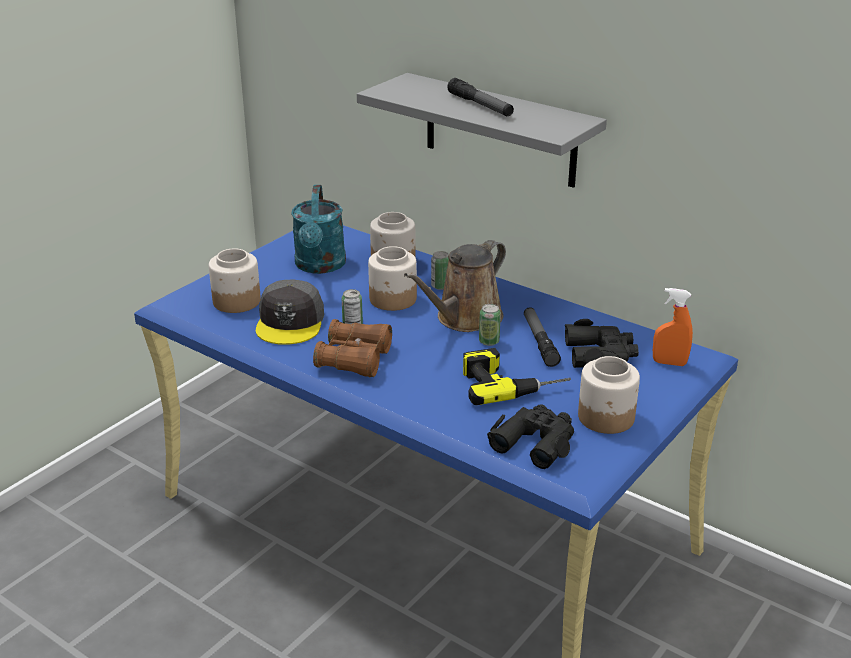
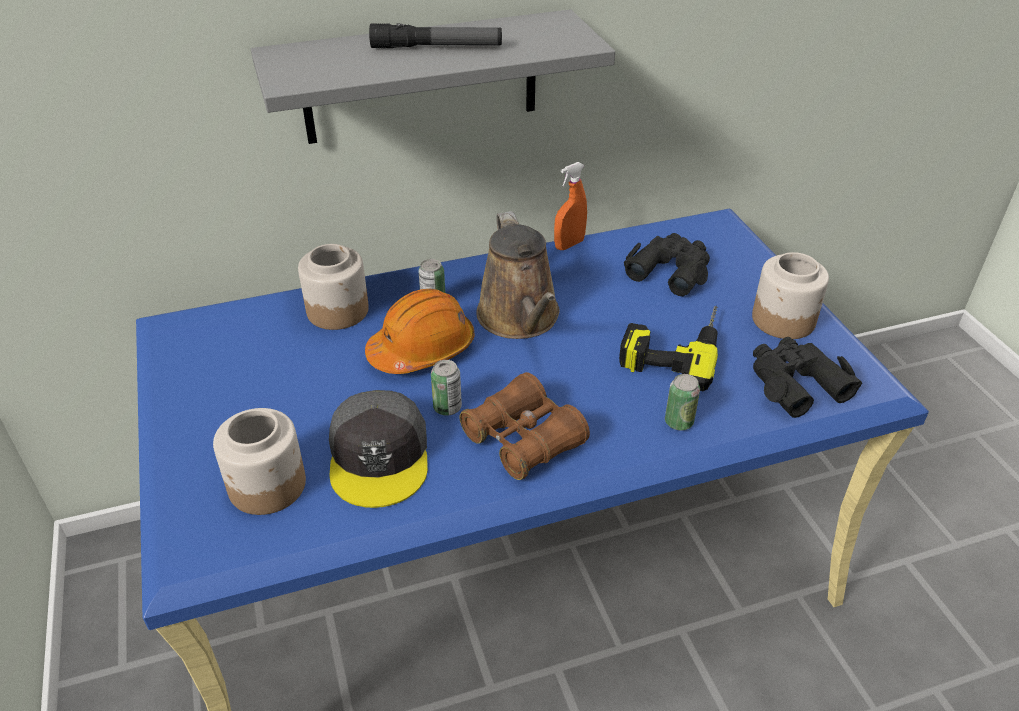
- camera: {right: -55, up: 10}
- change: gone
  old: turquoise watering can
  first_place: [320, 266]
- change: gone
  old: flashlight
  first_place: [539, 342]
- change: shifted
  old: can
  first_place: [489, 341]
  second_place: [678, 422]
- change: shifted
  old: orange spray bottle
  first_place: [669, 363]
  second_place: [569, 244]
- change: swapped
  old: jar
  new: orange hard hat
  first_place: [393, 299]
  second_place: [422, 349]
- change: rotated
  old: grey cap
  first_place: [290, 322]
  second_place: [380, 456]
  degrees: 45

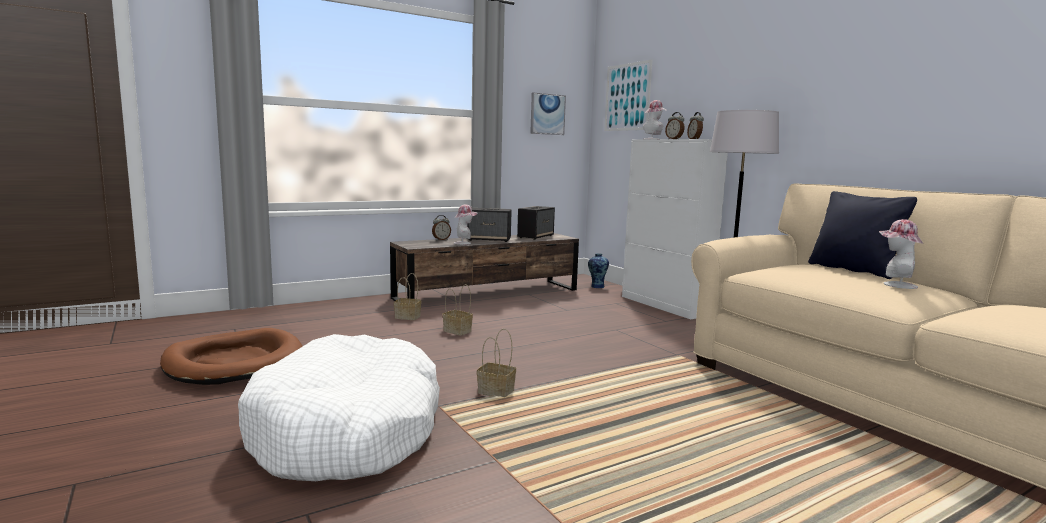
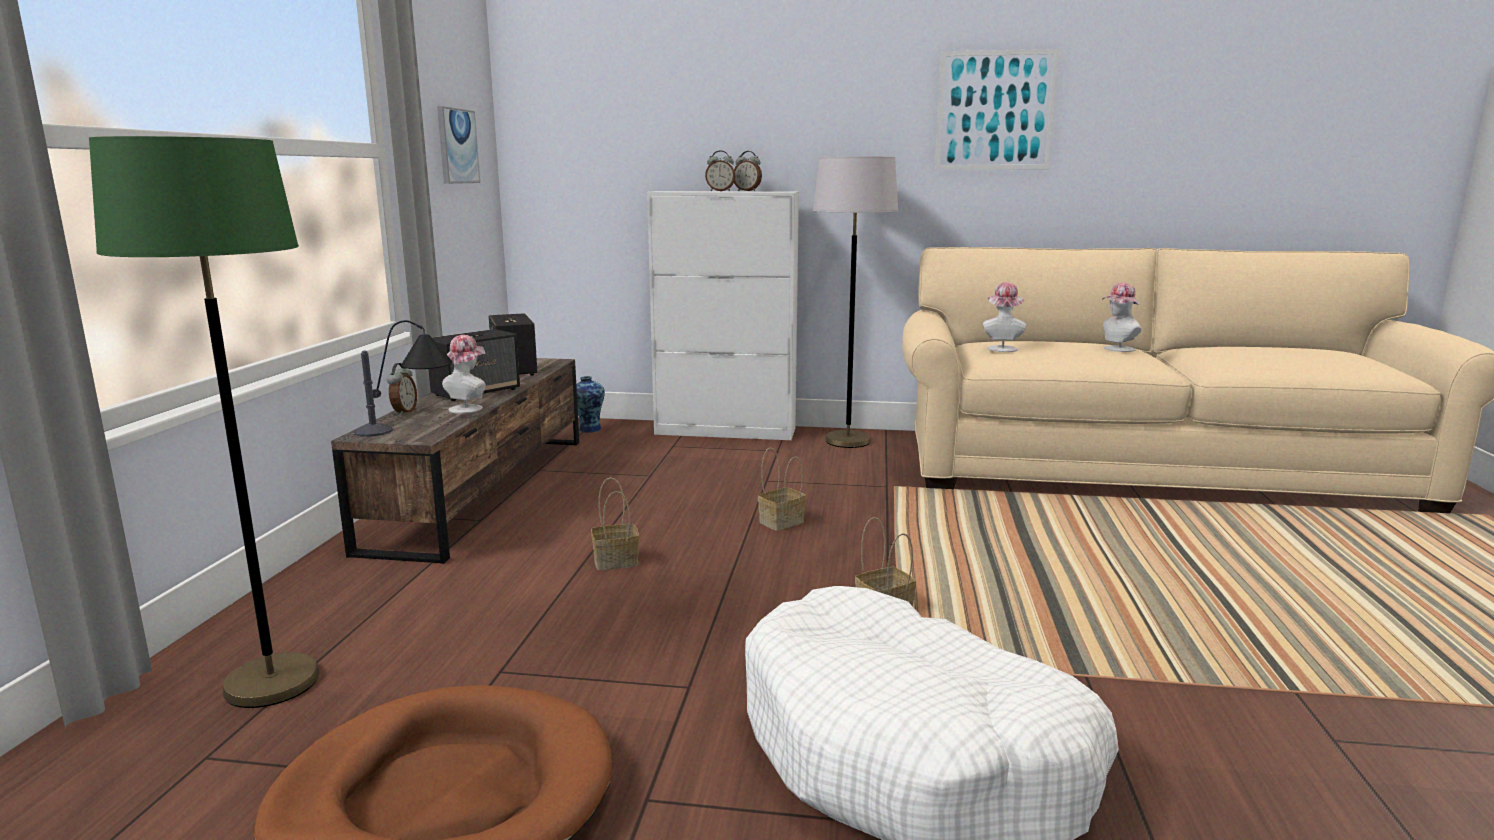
- camera: {right: -50, up: 5}
- change: gone
  old: black pillow
  first_place: [853, 270]
- change: new
  new: green floor lamp
  second_place: [272, 683]
- change: new
  new: table lamp
  second_place: [411, 425]
- change: shifted
  old: basket
  first_place: [408, 317]
  second_place: [782, 521]
- change: shifted
  old: picture
  first_place: [627, 97]
  second_place: [995, 110]
- change: shifted
  old: hat
  first_place: [653, 139]
  second_place: [1001, 348]

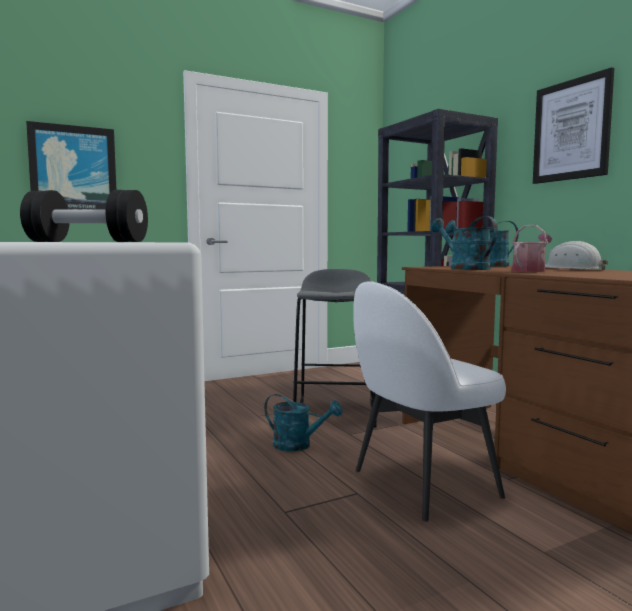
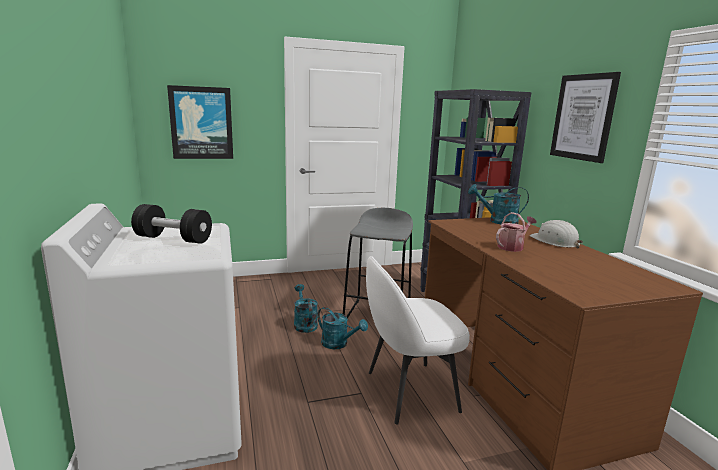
- camera: {right: 10, up: 10}
- change: shifted
  old: turquoise watering can
  first_place: [463, 268]
  second_place: [304, 324]

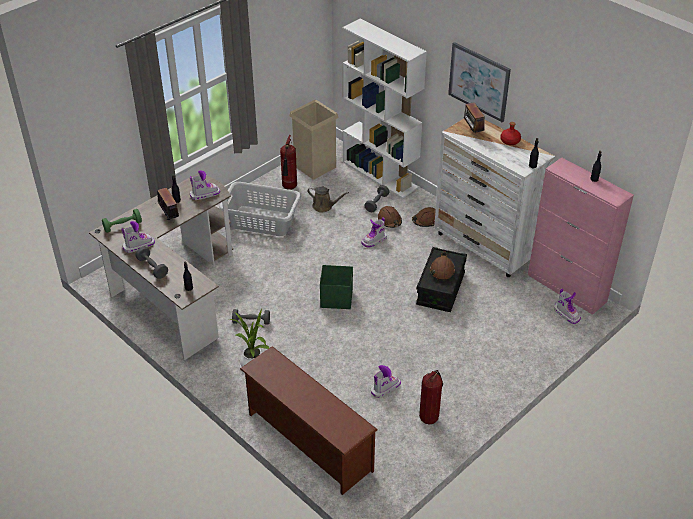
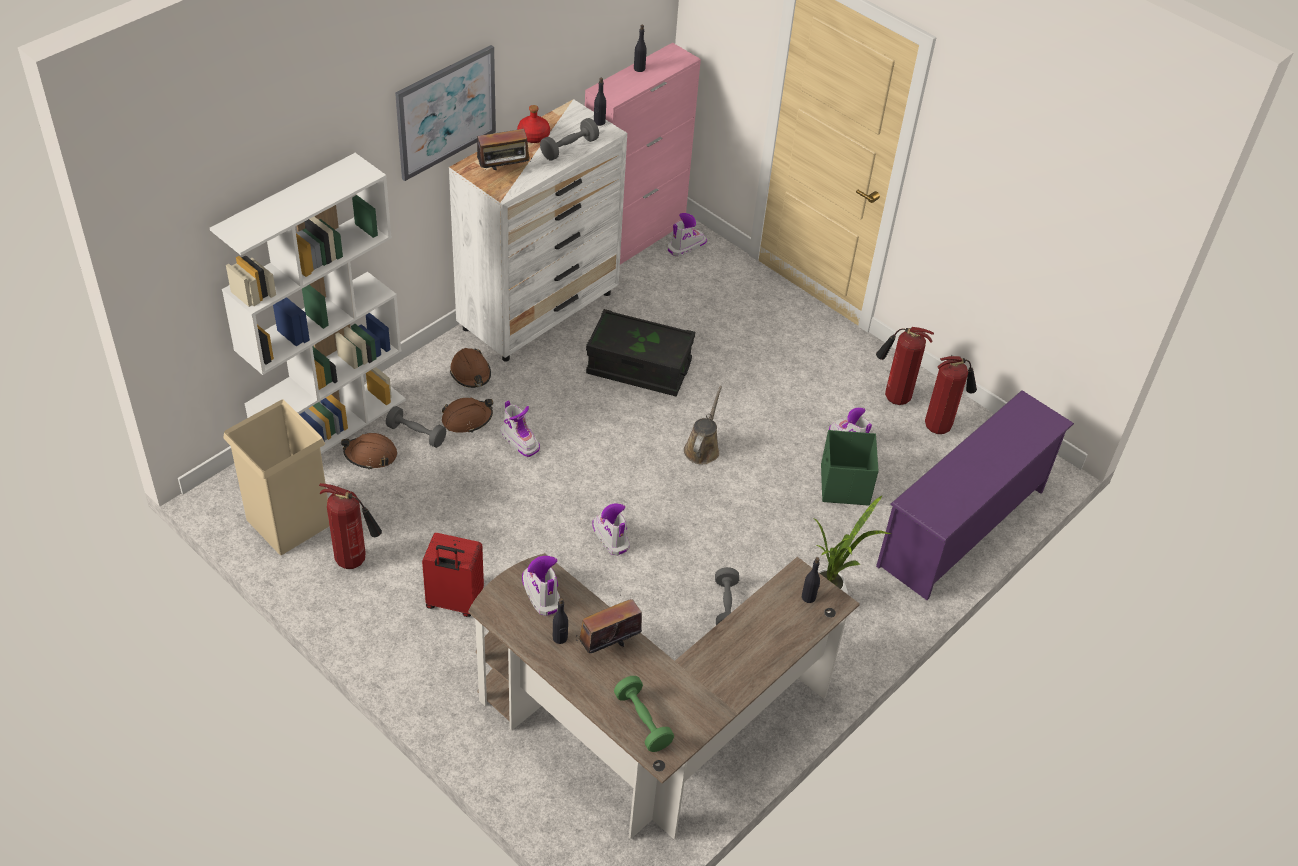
- camera: {right: -95, up: 5}
- change: new
  new: fire extinguisher
  second_place: [940, 426]
- change: shifted
  old: boot
  first_place: [138, 245]
  second_place: [610, 537]
- change: shifted
  old: grey dumbbell
  first_place: [152, 268]
  second_place: [569, 148]
- change: shifted
  old: brown watering can
  first_place: [324, 206]
  second_place: [702, 448]
- change: shifted
  old: green storage box
  first_place: [336, 298]
  second_place: [844, 486]
- change: shifted
  old: brown hard hat
  first_place: [442, 270]
  second_place: [370, 455]
- change: swapped
  old: grey laundry basket
  new: red suitcase
  first_place: [261, 221]
  second_place: [453, 602]
- change: repainted
  old: brown shoe rack
  new: purple shoe rack
  first_place: [307, 442]
  second_place: [963, 529]

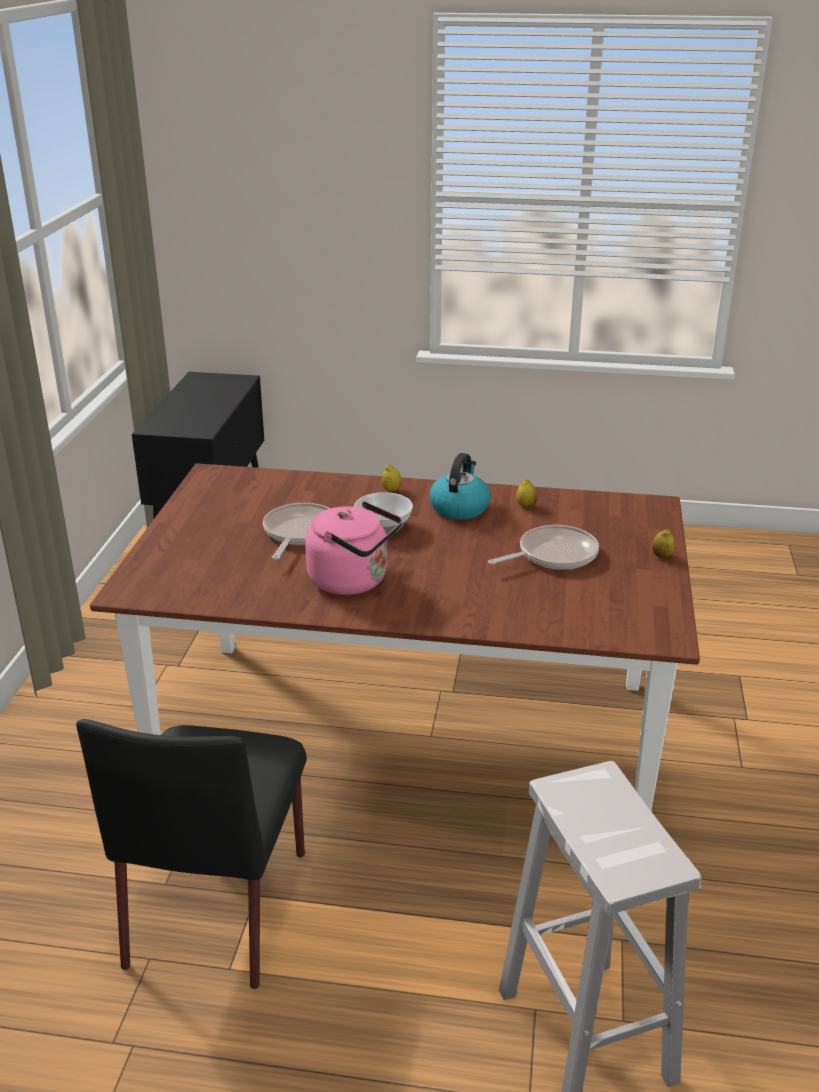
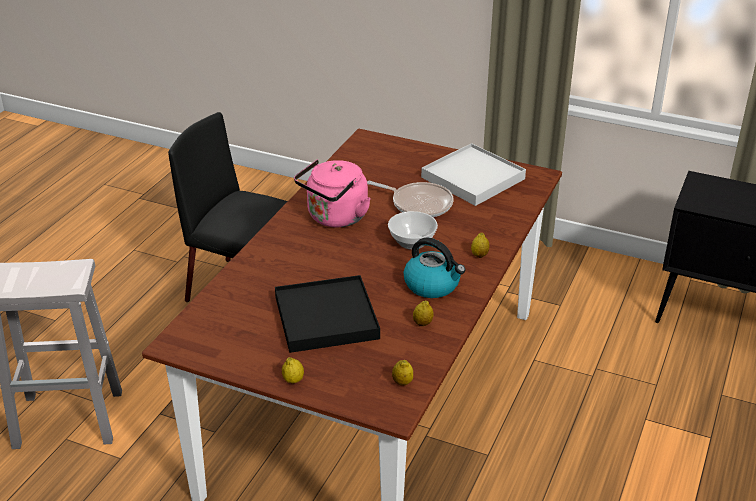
- camera: {right: 105, up: 5}
- change: new
  new: lemon
  second_place: [402, 382]
- change: new
  new: white tray
  second_place: [473, 178]
- change: swapped
  old: frying pan
  new: black tray
  first_place: [553, 555]
  second_place: [326, 317]

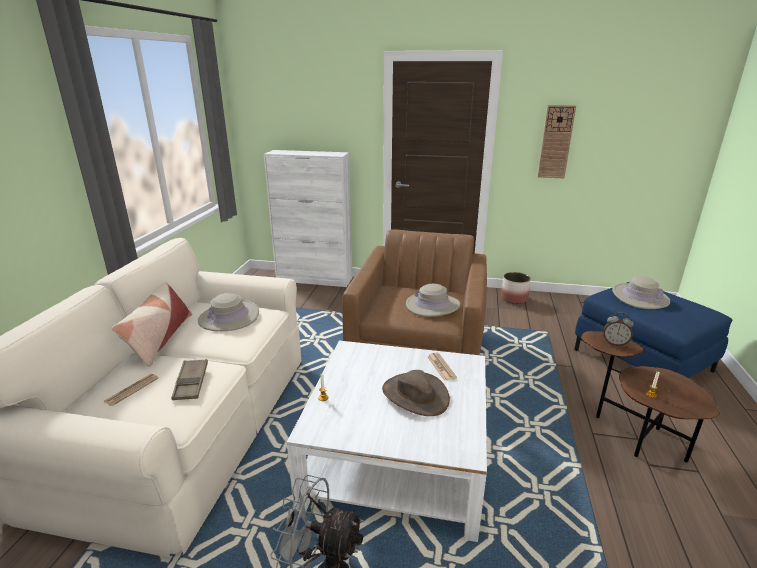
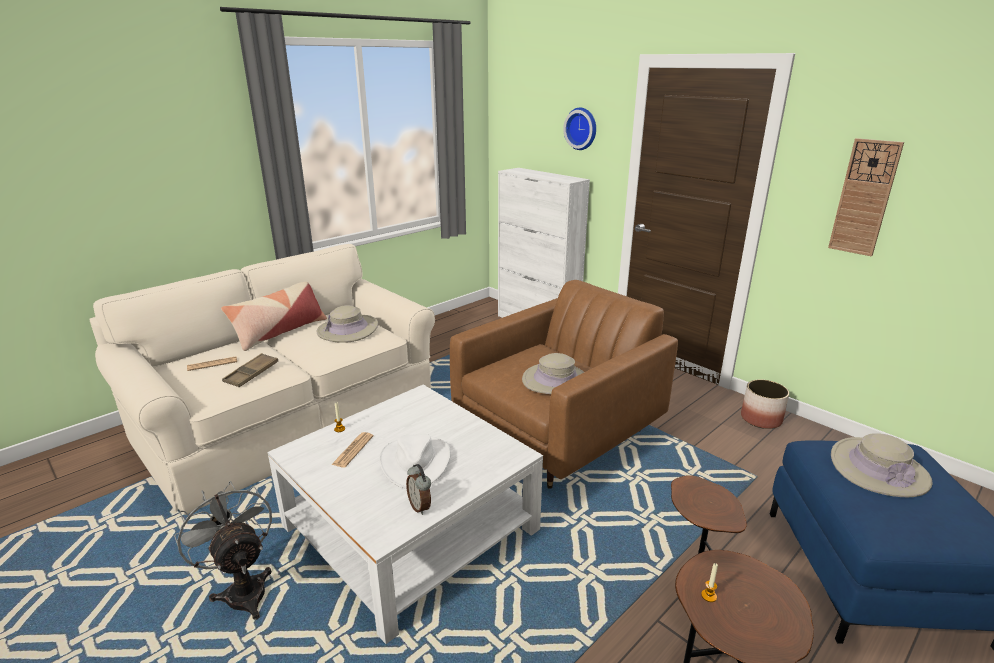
- camera: {right: 35, up: 0}
- change: new
  new: wall clock
  second_place: [582, 128]
- change: shifted
  old: newspaper
  first_place: [441, 367]
  second_place: [353, 450]
- change: shifted
  old: alarm clock
  first_place: [615, 343]
  second_place: [420, 506]
- change: repainted
  old: brown hat
  new: white hat
  first_place: [415, 395]
  second_place: [415, 462]

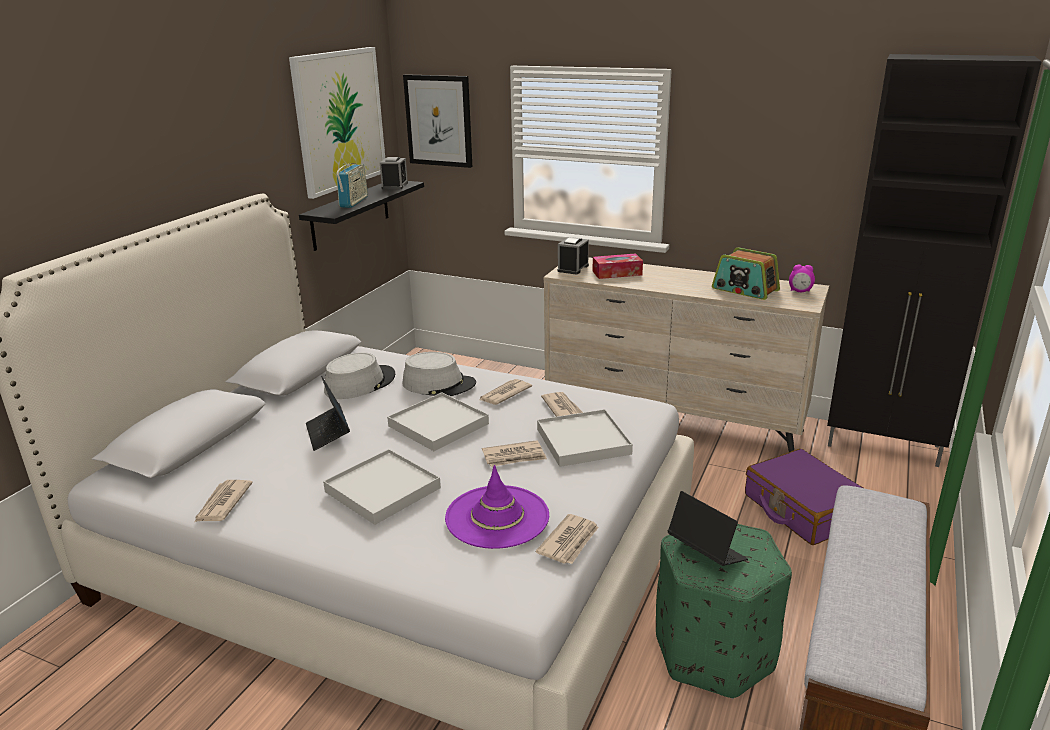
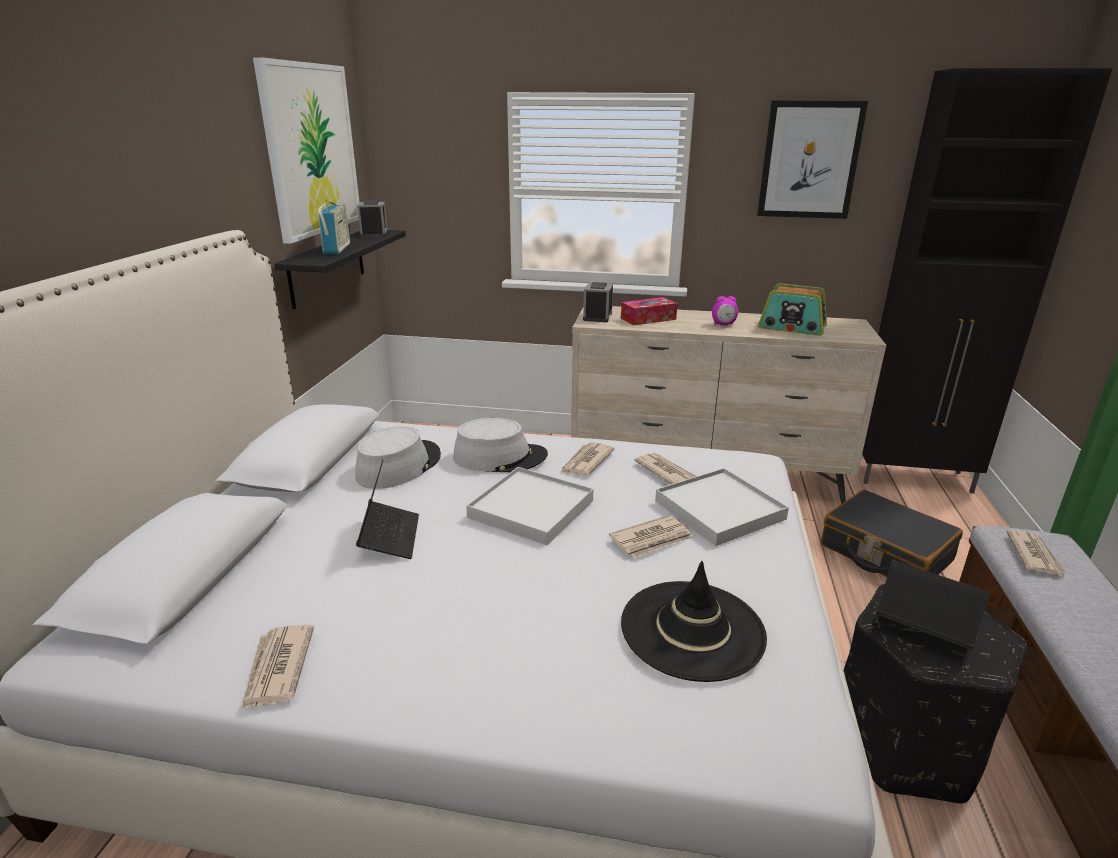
- camera: {right: -15, up: 0}
- change: gone
  old: white tray
  first_place: [383, 490]
- change: shifted
  old: picture
  first_place: [439, 121]
  second_place: [809, 160]
- change: shifted
  old: newspaper
  first_place: [569, 542]
  second_place: [1034, 555]
- change: shifted
  old: alarm clock
  first_place: [800, 291]
  second_place: [723, 324]
- change: repainted
  old: purple hat
  new: black hat
  first_place: [497, 517]
  second_place: [692, 629]
- change: repainted
  old: green ottoman
  new: black ottoman
  first_place: [714, 652]
  second_place: [904, 743]
- change: repainted
  old: purple suitcase
  new: black suitcase
  first_place: [803, 509]
  second_place: [885, 553]
- change: rotated
  old: laptop
  first_place: [328, 433]
  second_place: [390, 537]
  degrees: -150

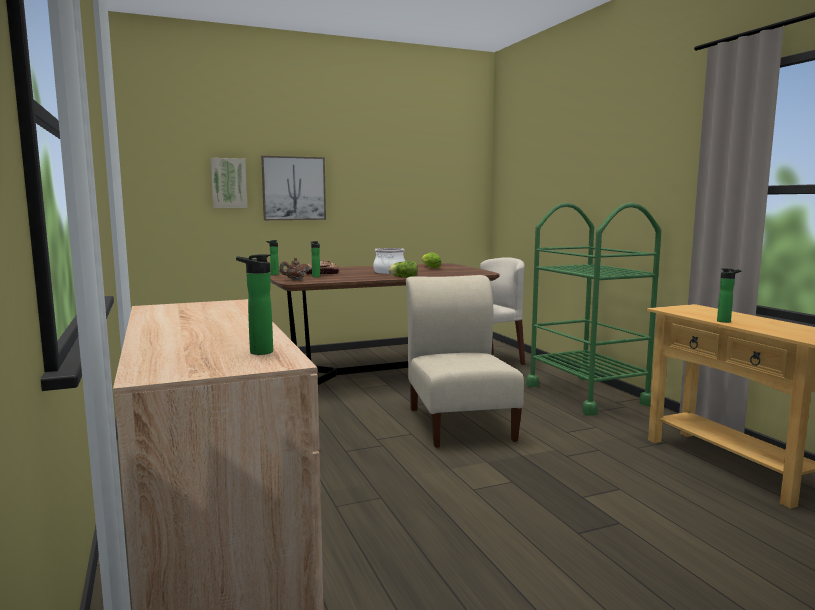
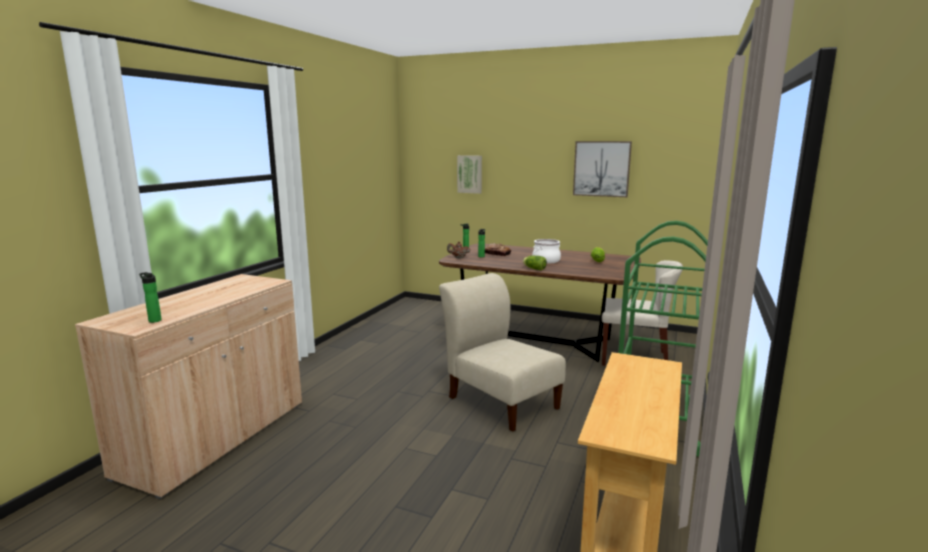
- camera: {right: 45, up: 5}
- change: gone
  old: bottle
  first_place: [726, 321]
- change: shifted
  old: picture
  first_place: [293, 188]
  second_place: [601, 168]
- change: rotated
  old: beige chair
  first_place: [460, 422]
  second_place: [500, 401]
  degrees: -75

